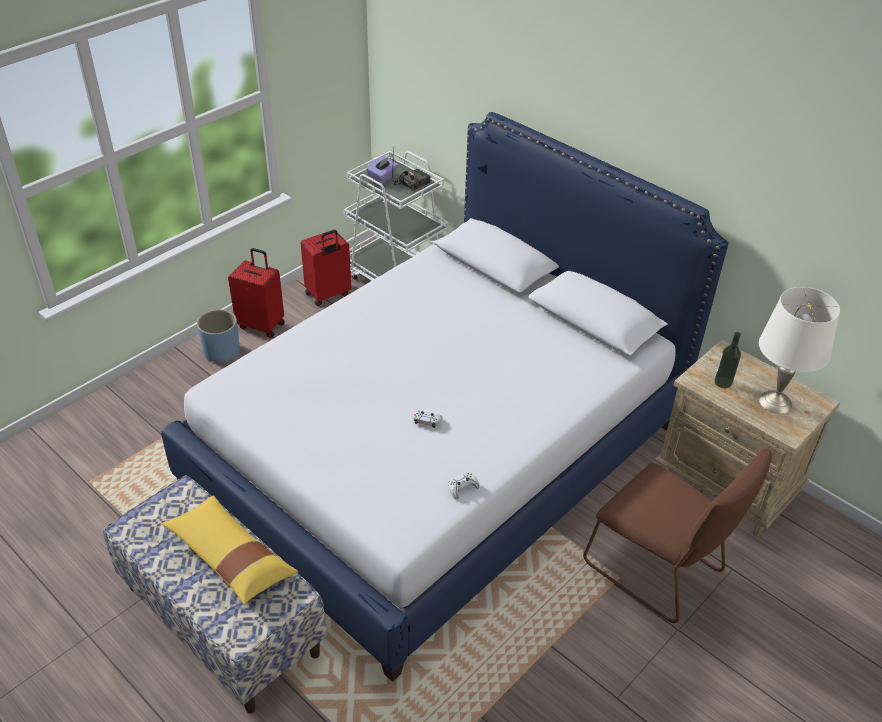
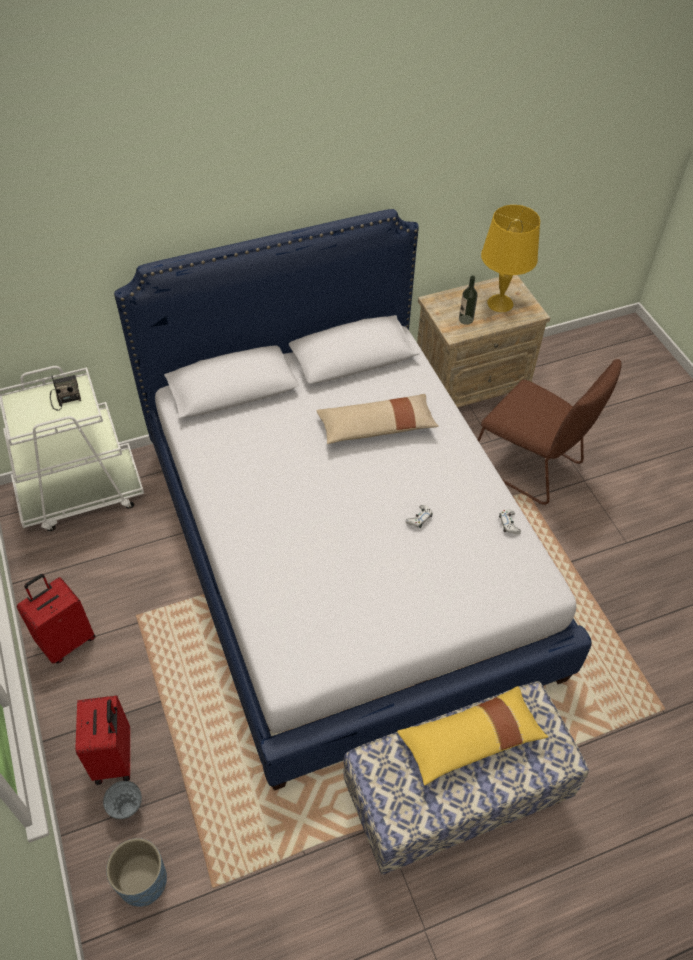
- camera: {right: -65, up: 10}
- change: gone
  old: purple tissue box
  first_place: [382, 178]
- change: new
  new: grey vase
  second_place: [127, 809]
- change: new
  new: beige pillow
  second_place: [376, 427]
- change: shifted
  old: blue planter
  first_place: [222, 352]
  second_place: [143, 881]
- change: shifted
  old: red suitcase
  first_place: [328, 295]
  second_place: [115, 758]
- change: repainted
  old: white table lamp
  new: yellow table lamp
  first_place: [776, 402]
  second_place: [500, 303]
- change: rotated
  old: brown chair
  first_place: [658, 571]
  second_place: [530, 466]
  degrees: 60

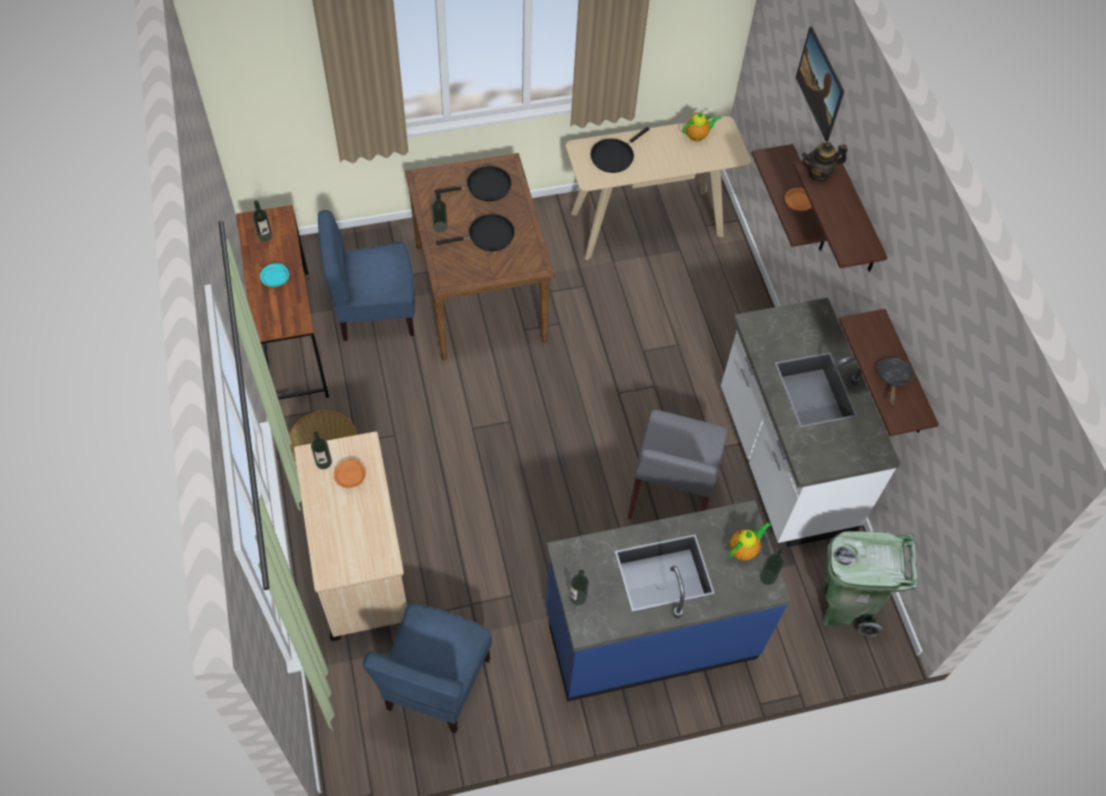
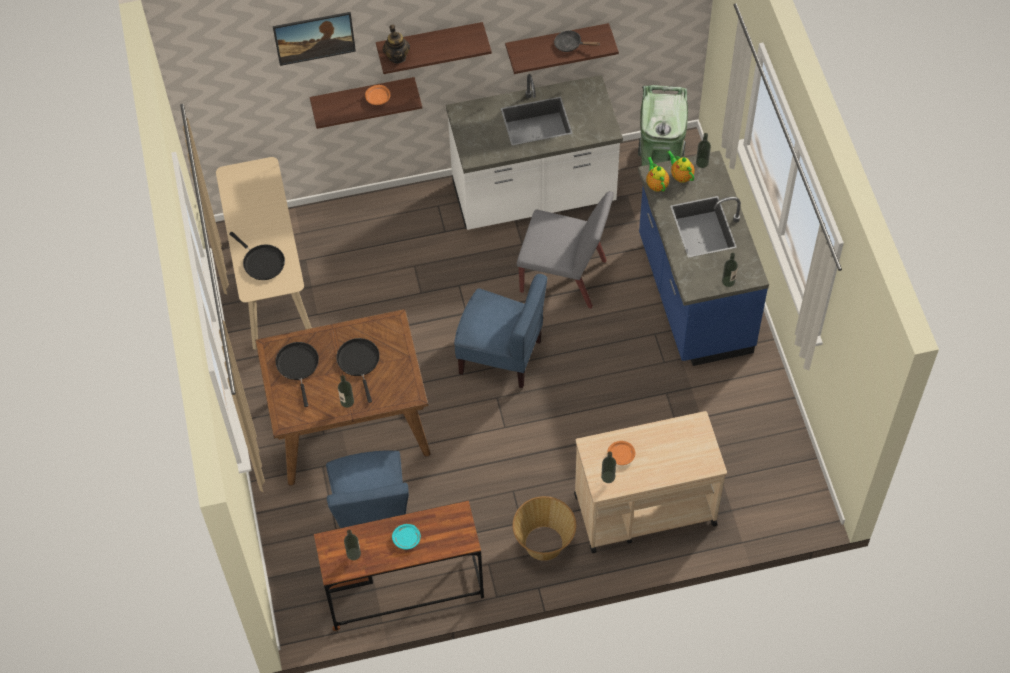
- camera: {right: -85, up: 0}
- change: shifted
  old: blue chair
  first_place: [436, 683]
  second_place: [501, 356]
- change: shifted
  old: teapot
  first_place: [698, 135]
  second_place: [656, 184]

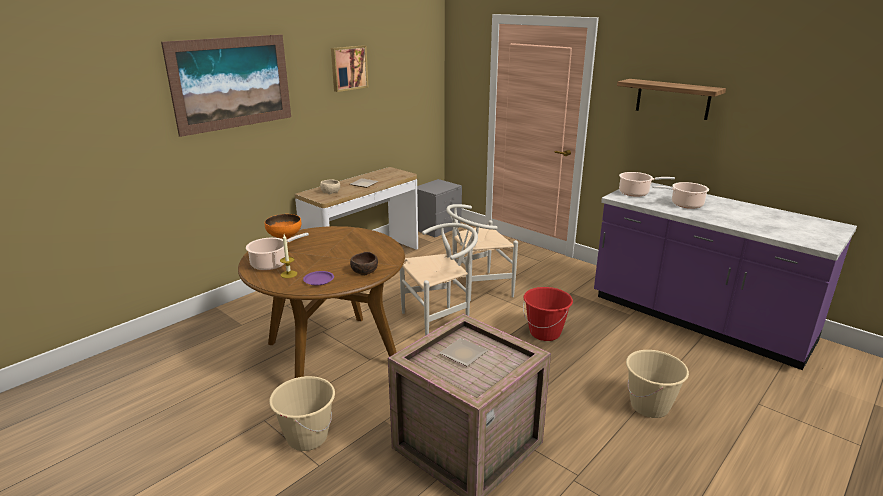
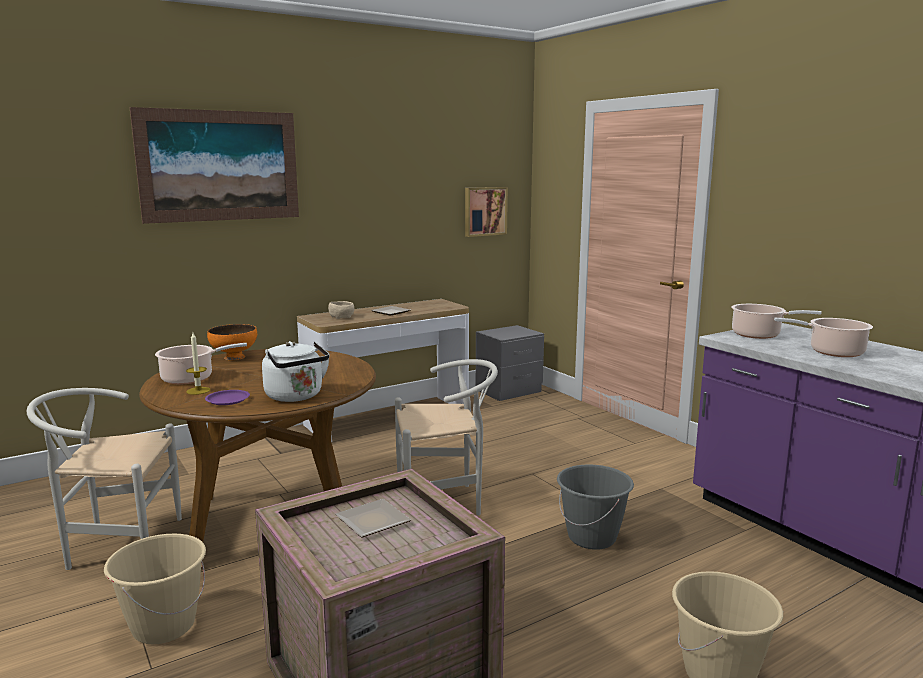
- camera: {right: 15, up: -10}
- change: gone
  old: shelf
  first_place: [672, 99]
- change: shifted
  old: picture
  first_place: [348, 68]
  second_place: [484, 211]
- change: shifted
  old: white chair
  first_place: [477, 288]
  second_place: [116, 546]
- change: swapped
  old: brown bowl
  new: white kettle
  first_place: [364, 271]
  second_place: [296, 396]
- change: repainted
  old: red bucket
  new: grey bucket
  first_place: [545, 333]
  second_place: [592, 537]

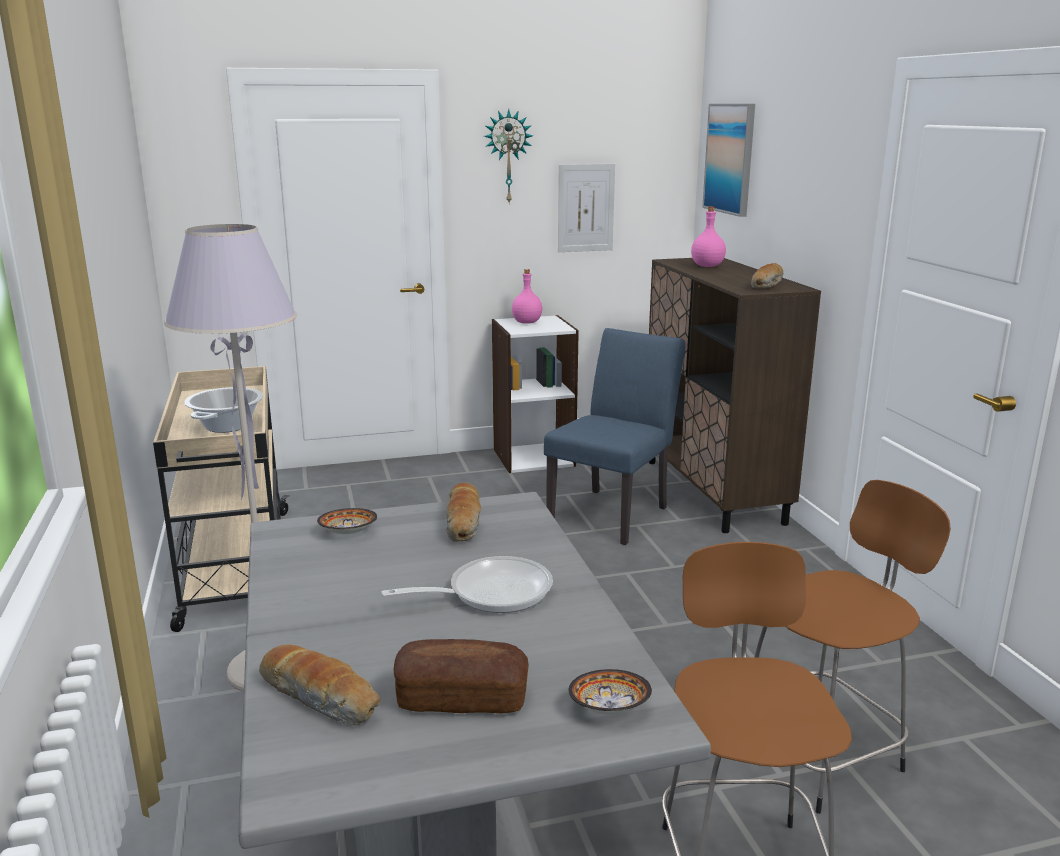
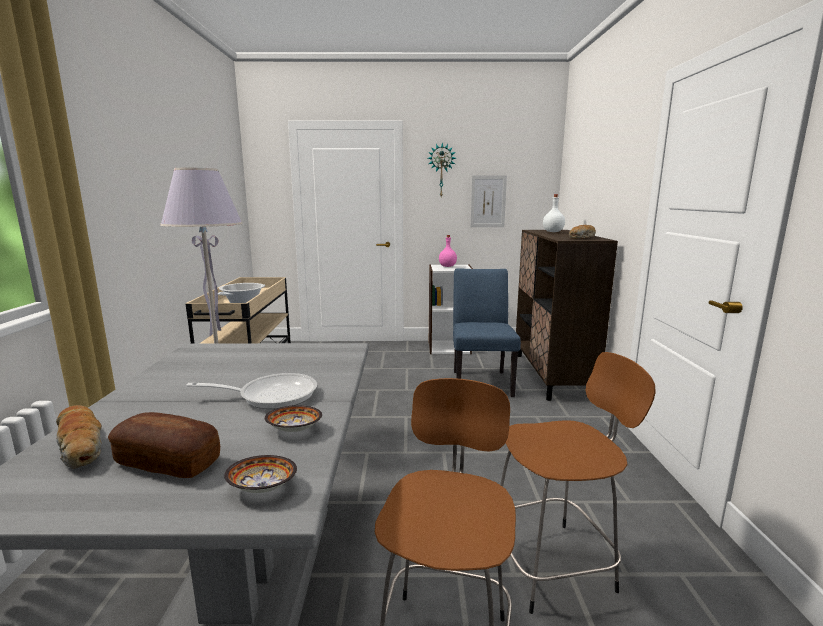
- camera: {right: 15, up: -5}
- change: gone
  old: bread
  first_place: [464, 523]
- change: gone
  old: picture
  first_place: [730, 158]
- change: shifted
  old: bowl
  first_place: [349, 533]
  second_place: [295, 430]
- change: repainted
  old: pink bottle
  new: white bottle
  first_place: [706, 266]
  second_place: [552, 232]
- change: rotated
  old: blue chair
  first_place: [613, 512]
  second_place: [481, 381]
  degrees: -45

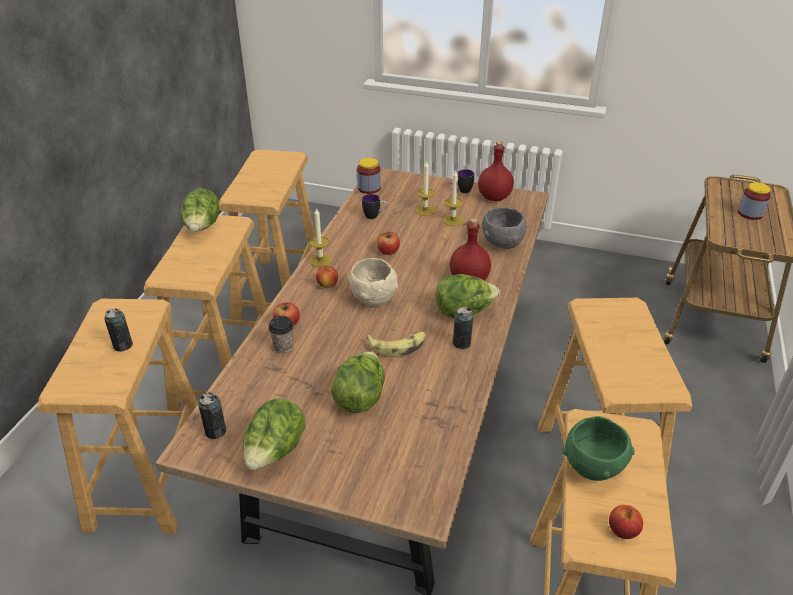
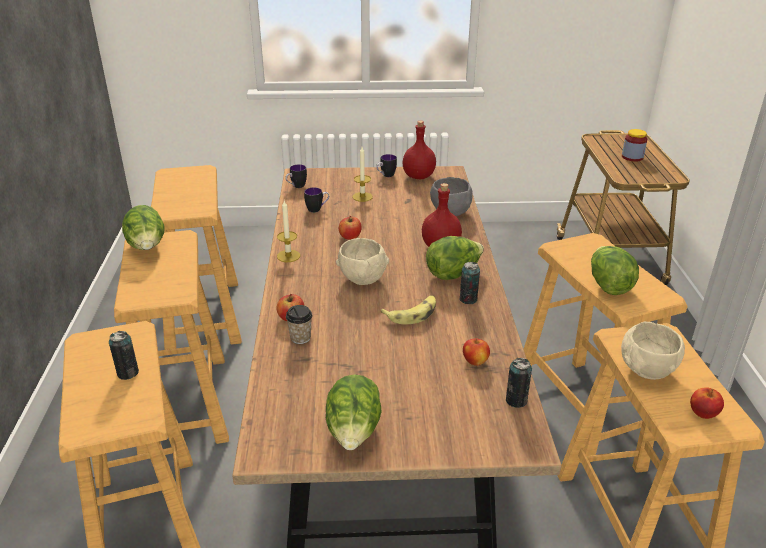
- camera: {right: -20, up: -5}
- change: gone
  old: candle
  first_place: [452, 220]
- change: shifted
  old: can
  first_place: [215, 431]
  second_place: [516, 400]
- change: shifted
  old: apple
  first_place: [327, 285]
  second_place: [475, 361]
- change: shifted
  old: lettuce
  first_place: [360, 397]
  second_place: [608, 285]
- change: swapped
  old: jar
  new: mug
  first_place: [369, 188]
  second_place: [296, 187]
- change: repainted
  old: green bowl
  new: beige bowl
  first_place: [592, 467]
  second_place: [646, 371]

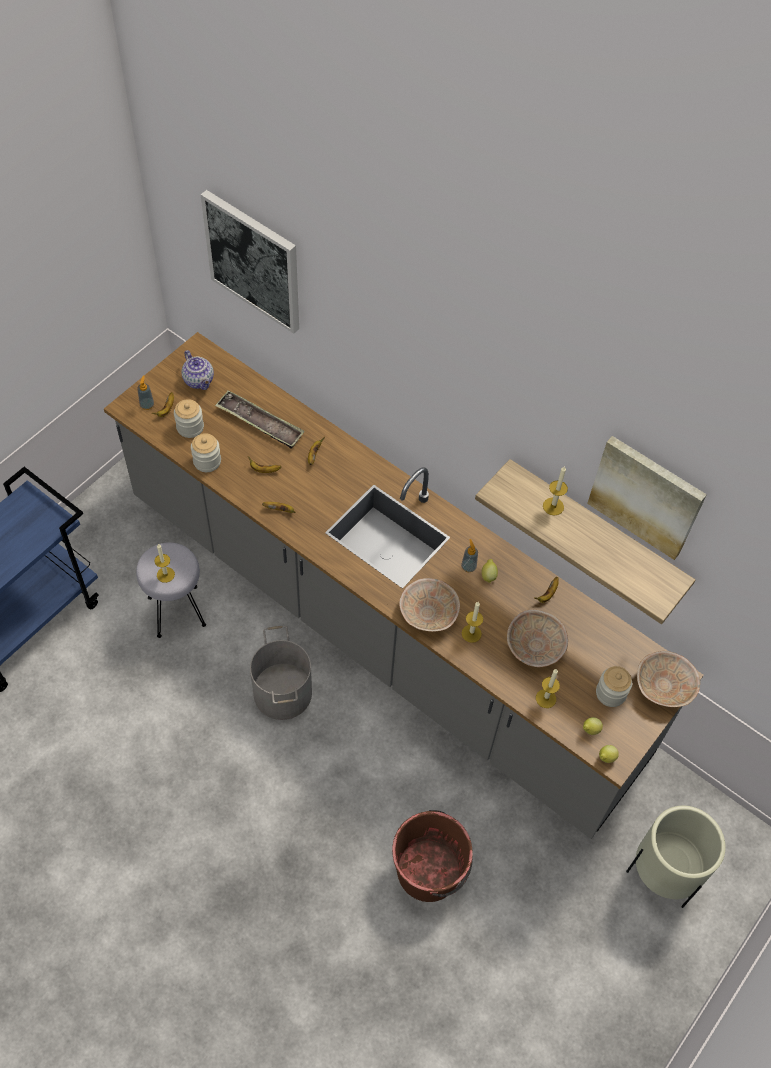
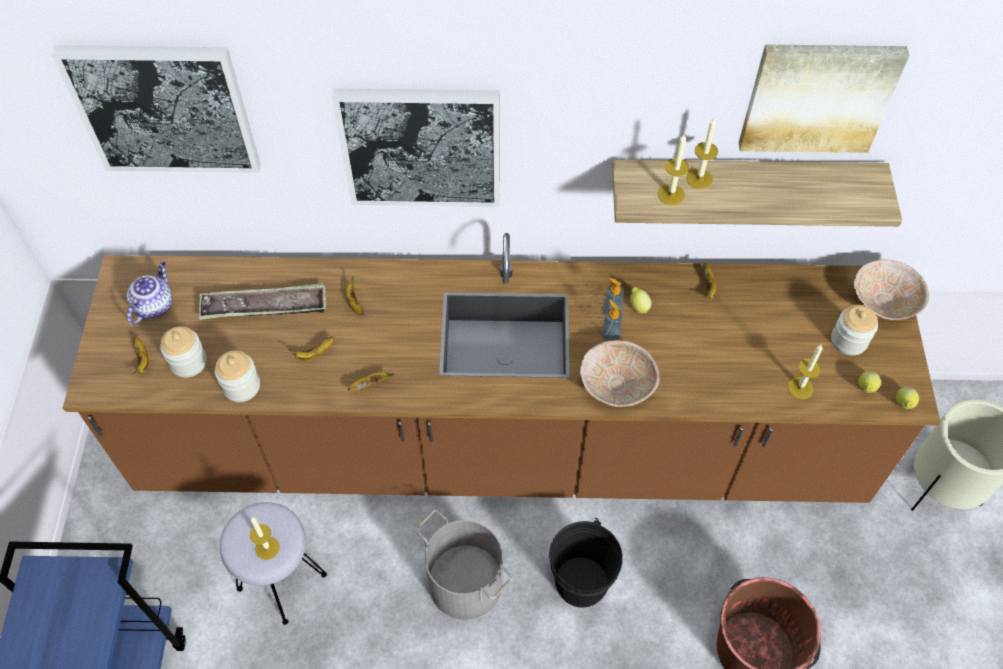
- camera: {right: -35, up: 0}
- change: gone
  old: beige bowl
  first_place: [534, 646]
- change: new
  new: picture
  second_place: [421, 146]
- change: new
  new: black bucket
  second_place: [581, 581]
- change: shifted
  old: soap dispenser
  first_place: [147, 405]
  second_place: [610, 335]
- change: shifted
  old: candle
  first_place: [471, 633]
  second_place: [671, 194]
- change: repainted
  old: grey counter
  new: brown counter
  first_place: [379, 625]
  second_place: [501, 446]
- change: rotated
  old: teapot
  first_place: [199, 381]
  second_place: [154, 305]
  degrees: -90

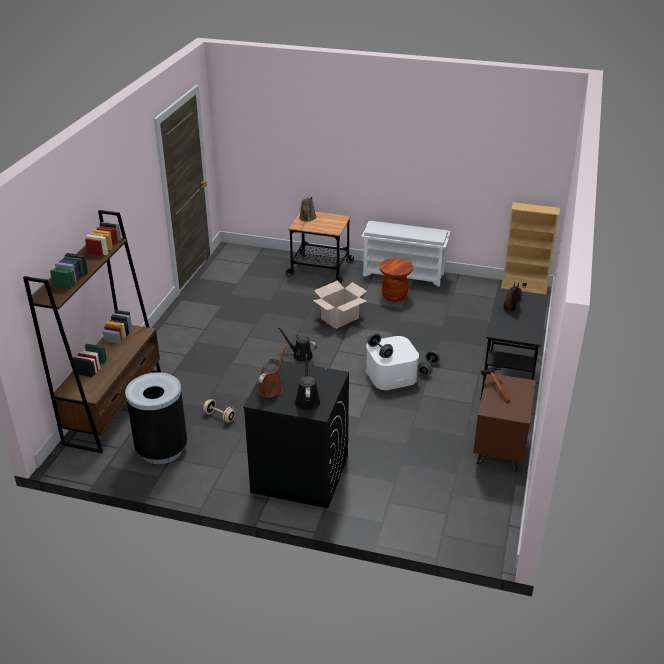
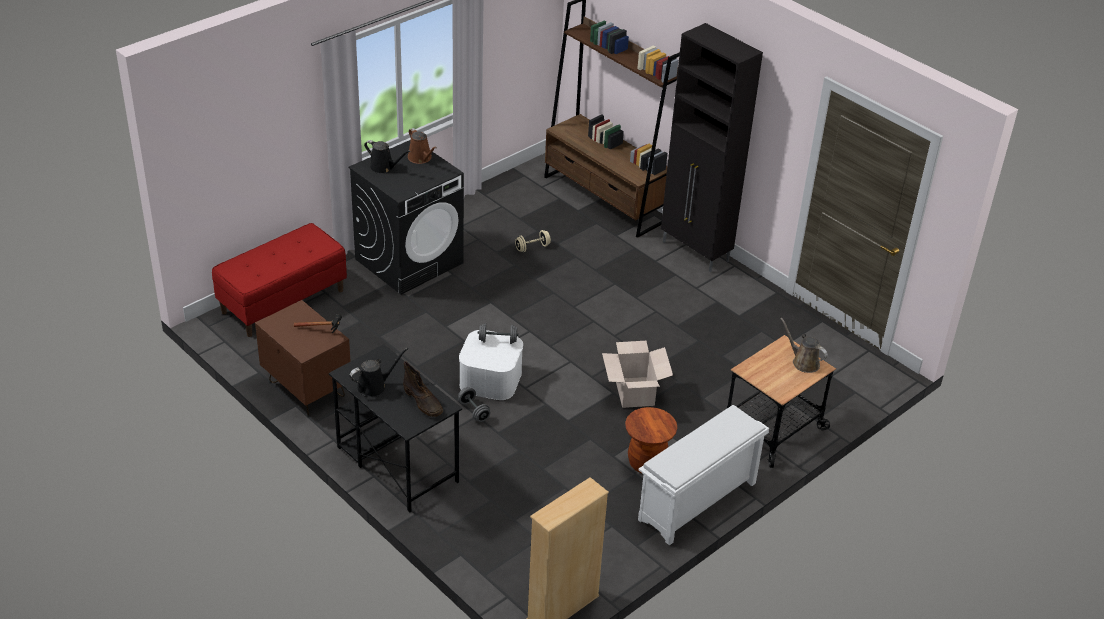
- camera: {right: 120, up: 5}
- change: gone
  old: black trash can
  first_place: [162, 450]
- change: new
  new: red bench
  second_place: [283, 301]
- change: new
  new: black cabinet
  second_place: [695, 252]
- change: shifted
  old: black watering can
  first_place: [300, 355]
  second_place: [374, 386]

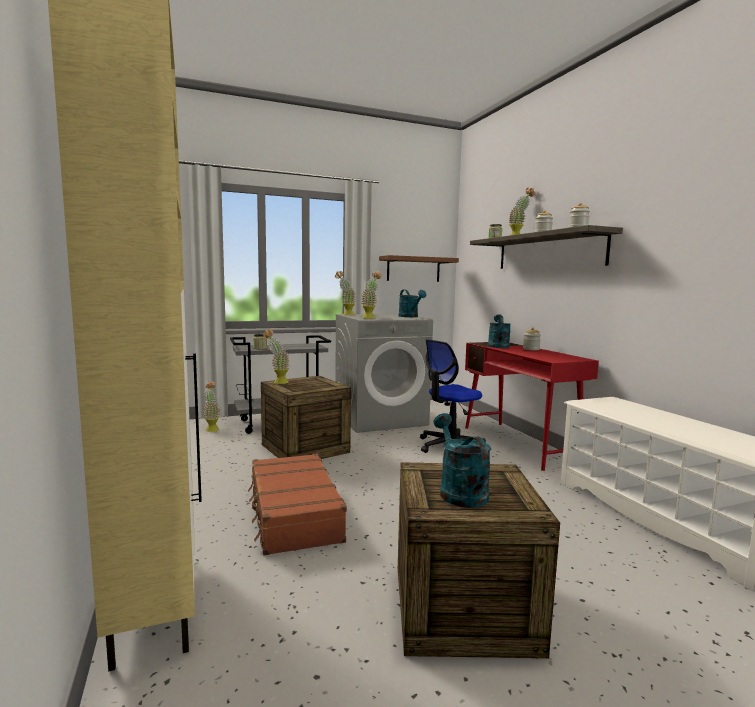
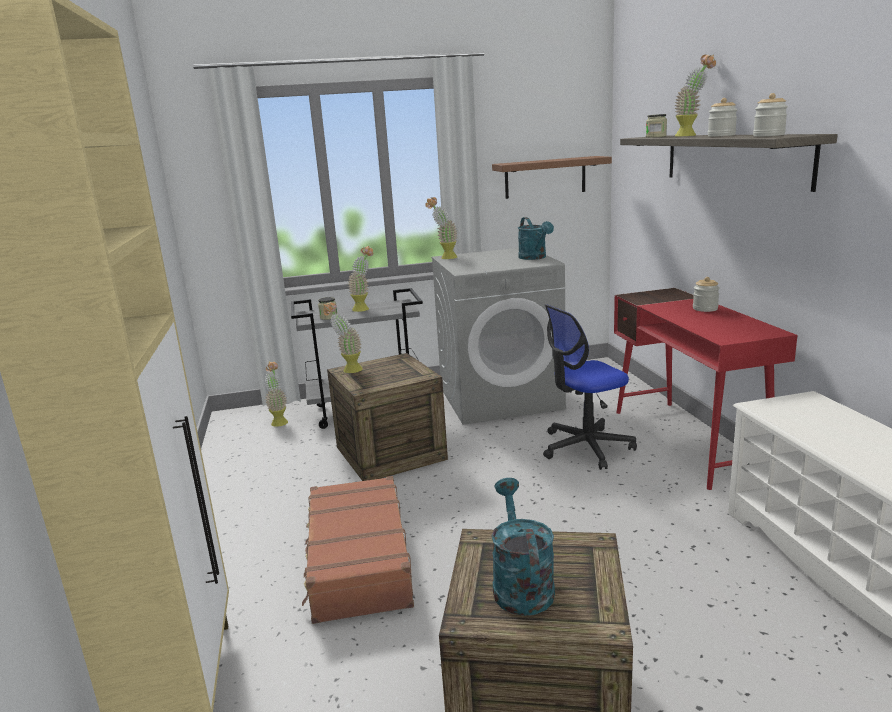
- camera: {right: 10, up: 10}
- change: gone
  old: turquoise watering can
  first_place: [498, 345]
- change: shifted
  old: potted plant
  first_place: [370, 318]
  second_place: [364, 308]

